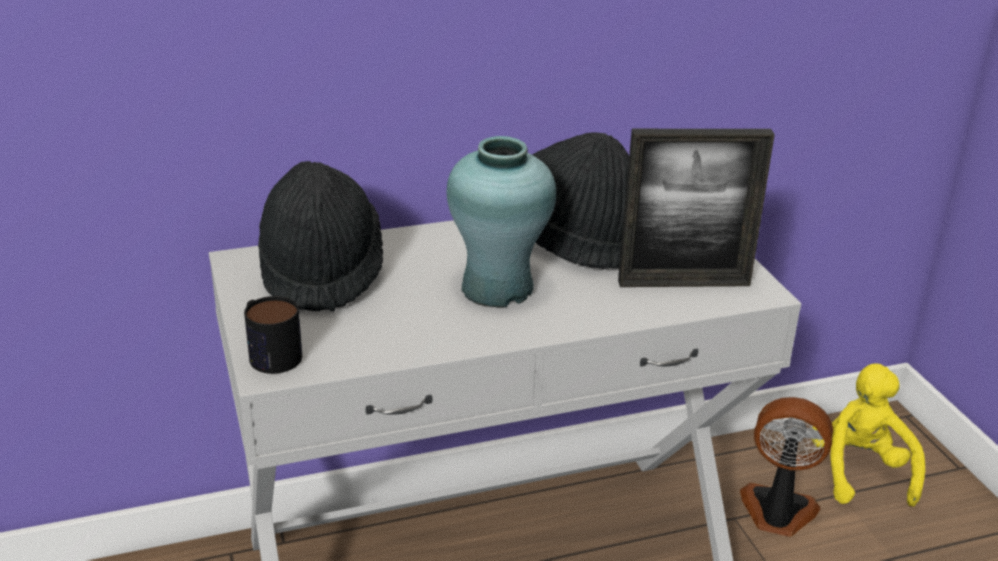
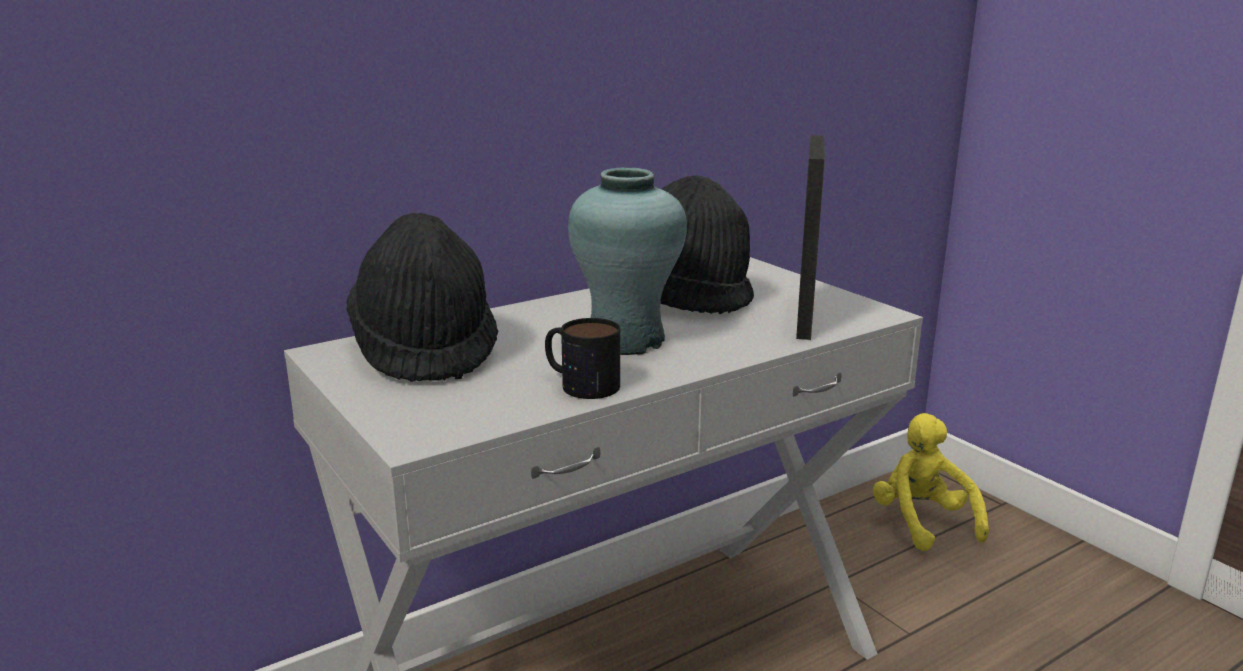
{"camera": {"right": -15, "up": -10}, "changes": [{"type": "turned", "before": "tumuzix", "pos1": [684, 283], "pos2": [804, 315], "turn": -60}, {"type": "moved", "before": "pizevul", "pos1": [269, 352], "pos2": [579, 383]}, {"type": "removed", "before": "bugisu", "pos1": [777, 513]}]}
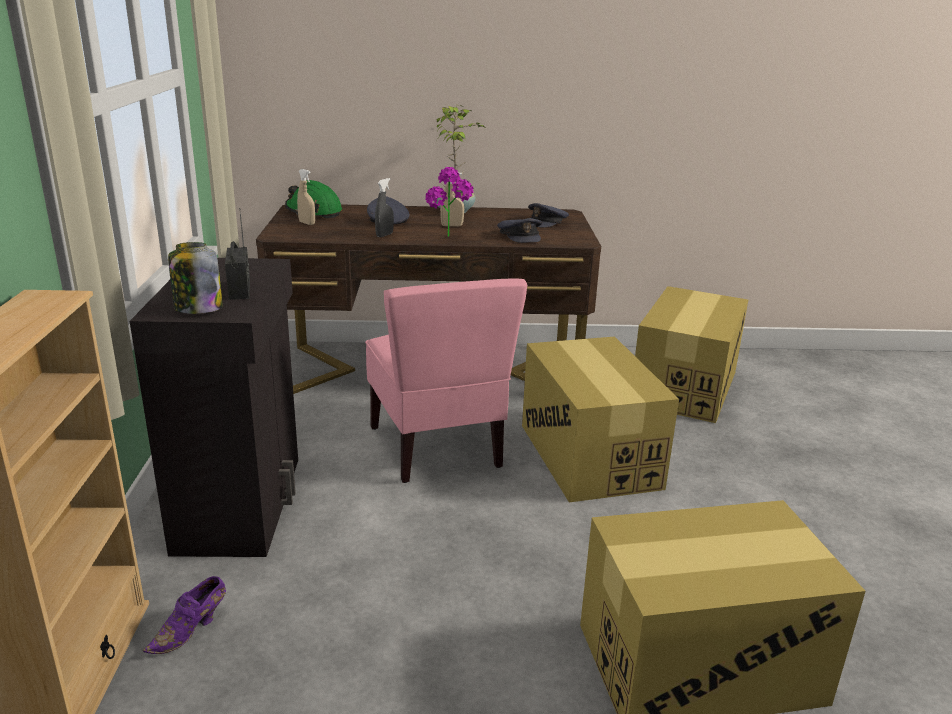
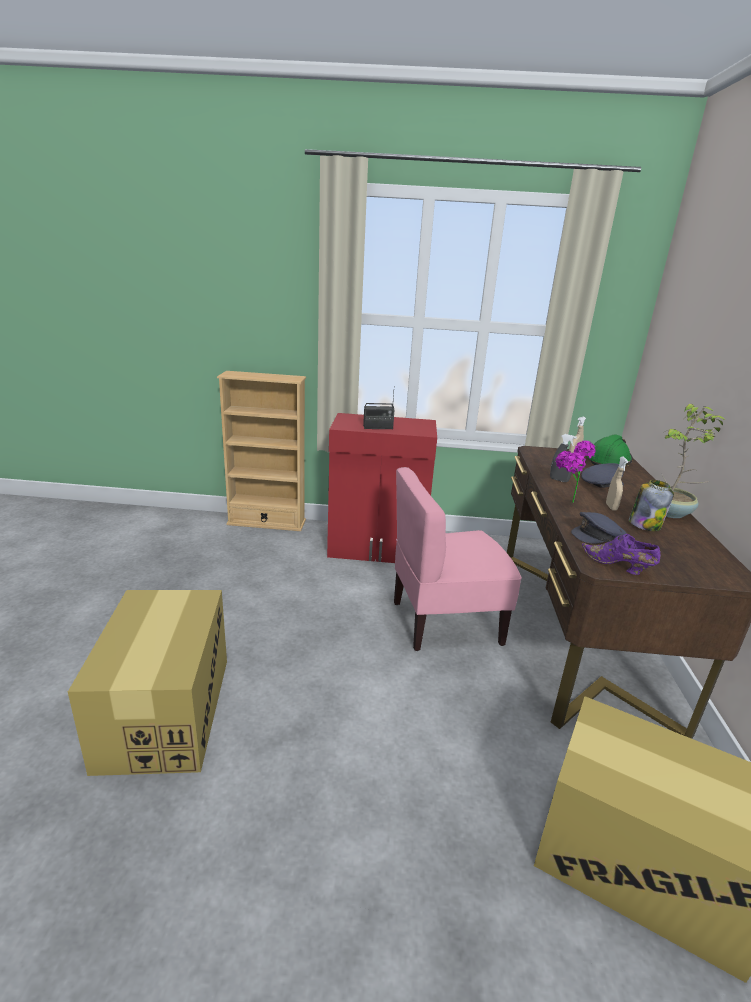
{"camera": {"right": 95, "up": 0}, "changes": [{"type": "removed", "before": "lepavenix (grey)", "pos1": [547, 222]}, {"type": "moved", "before": "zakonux", "pos1": [197, 308], "pos2": [644, 525]}, {"type": "recoloured", "before": "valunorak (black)", "after": "valunorak (red)", "pos1": [242, 502], "pos2": [377, 549]}, {"type": "removed", "before": "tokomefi", "pos1": [588, 455]}, {"type": "moved", "before": "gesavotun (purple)", "pos1": [191, 630], "pos2": [618, 566]}]}
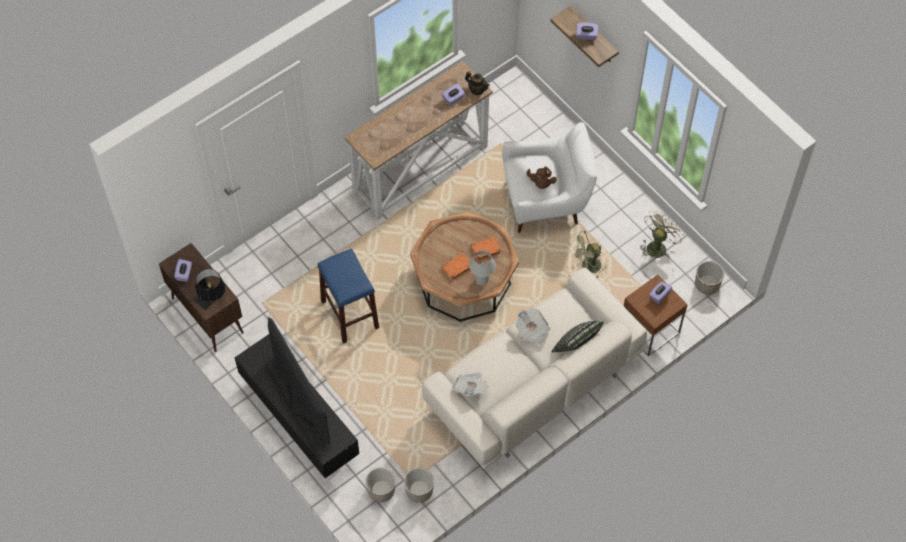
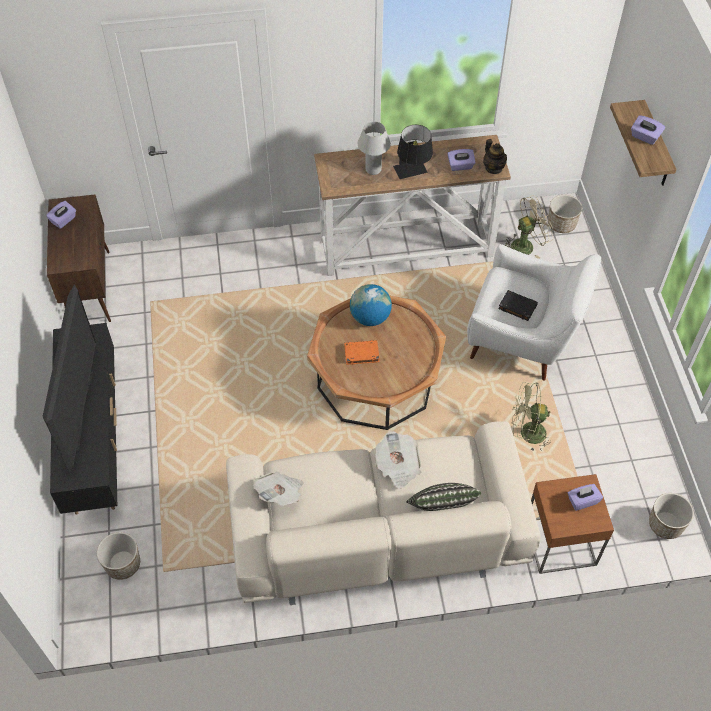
{"camera": {"right": 30, "up": -5}, "changes": [{"type": "replaced", "before": "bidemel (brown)", "after": "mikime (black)", "pos1": [541, 183], "pos2": [517, 307]}, {"type": "moved", "before": "bugisu (beige)", "pos1": [658, 245], "pos2": [526, 245]}, {"type": "removed", "before": "mikime (orange)", "pos1": [485, 249]}, {"type": "removed", "before": "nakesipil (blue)", "pos1": [350, 314]}, {"type": "moved", "before": "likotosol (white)", "pos1": [482, 280], "pos2": [373, 169]}, {"type": "moved", "before": "likotosol (black)", "pos1": [212, 300], "pos2": [412, 173]}, {"type": "moved", "before": "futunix", "pos1": [419, 491], "pos2": [561, 224]}, {"type": "added", "after": "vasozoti", "pos2": [370, 317]}]}
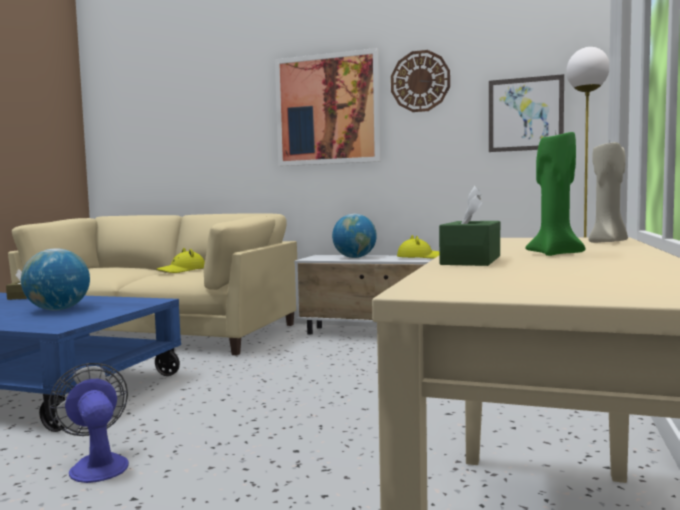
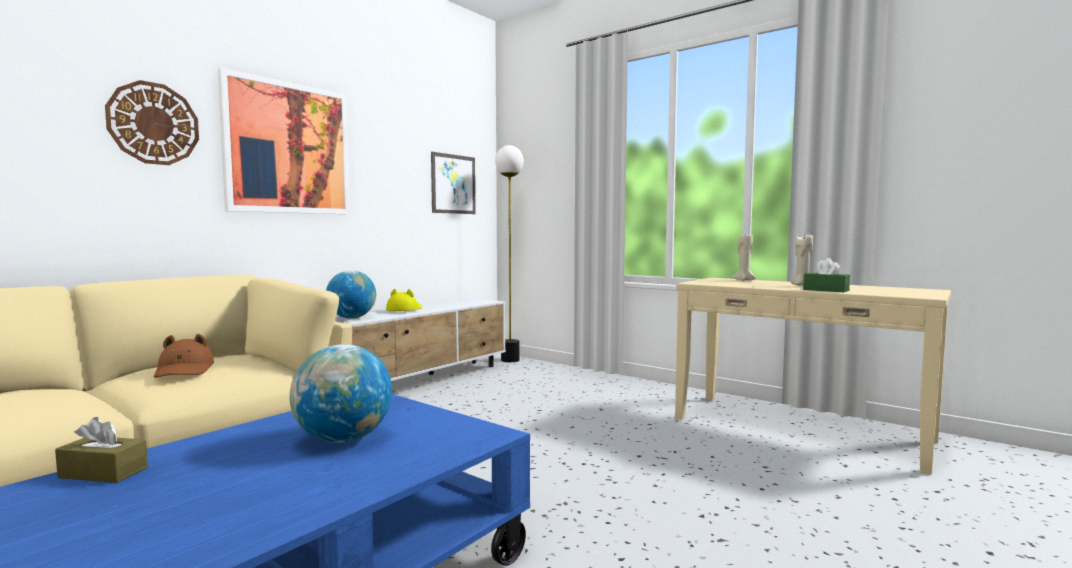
{"camera": {"right": -70, "up": 0}, "changes": [{"type": "moved", "before": "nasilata", "pos1": [420, 81], "pos2": [153, 123]}, {"type": "recoloured", "before": "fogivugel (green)", "after": "fogivugel (beige)", "pos1": [555, 254], "pos2": [801, 285]}, {"type": "recoloured", "before": "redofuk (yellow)", "after": "redofuk (brown)", "pos1": [182, 270], "pos2": [184, 370]}, {"type": "removed", "before": "bugisu", "pos1": [97, 464]}]}
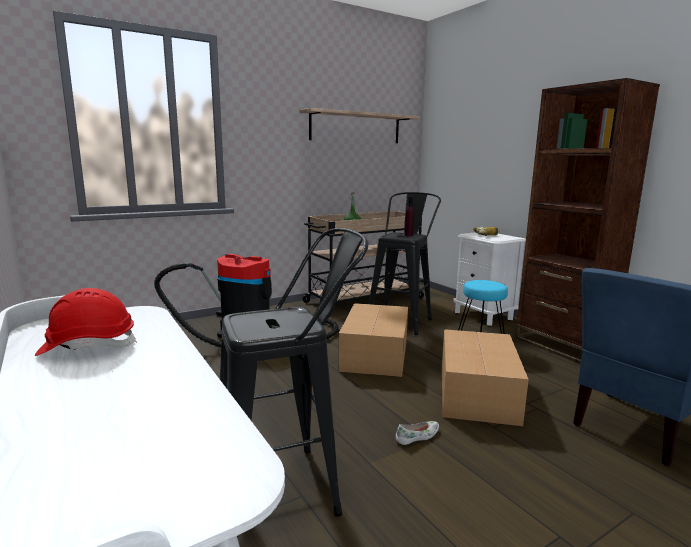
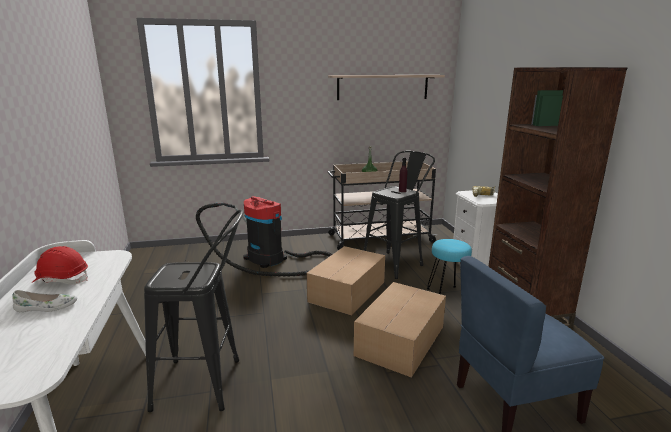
{"camera": {"right": 20, "up": 5}, "changes": [{"type": "moved", "before": "gesavotun (white)", "pos1": [418, 436], "pos2": [46, 307]}]}
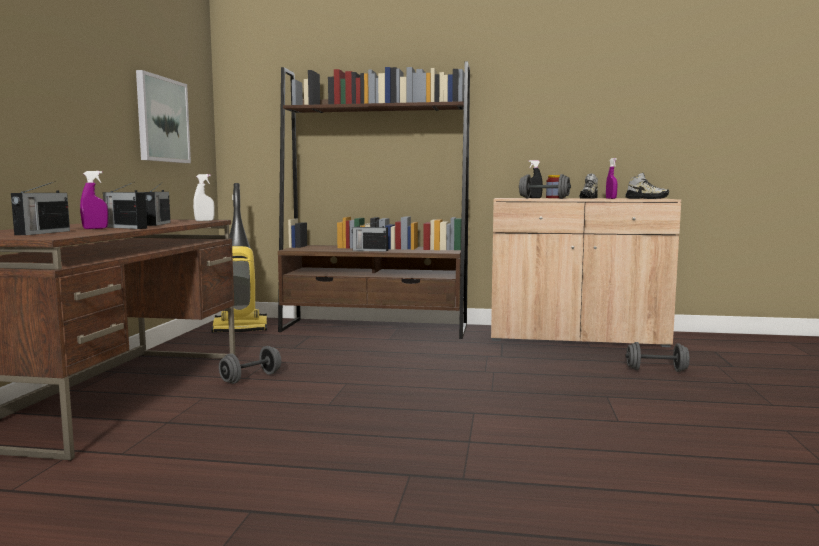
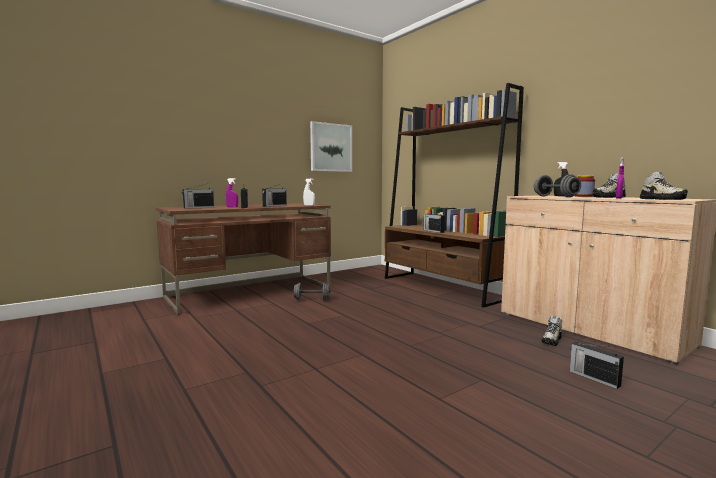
{"camera": {"right": 45, "up": 0}, "changes": [{"type": "removed", "before": "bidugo", "pos1": [241, 328]}, {"type": "replaced", "before": "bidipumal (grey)", "after": "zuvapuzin", "pos1": [656, 370], "pos2": [593, 378]}, {"type": "added", "after": "gesavotun", "pos2": [552, 340]}]}
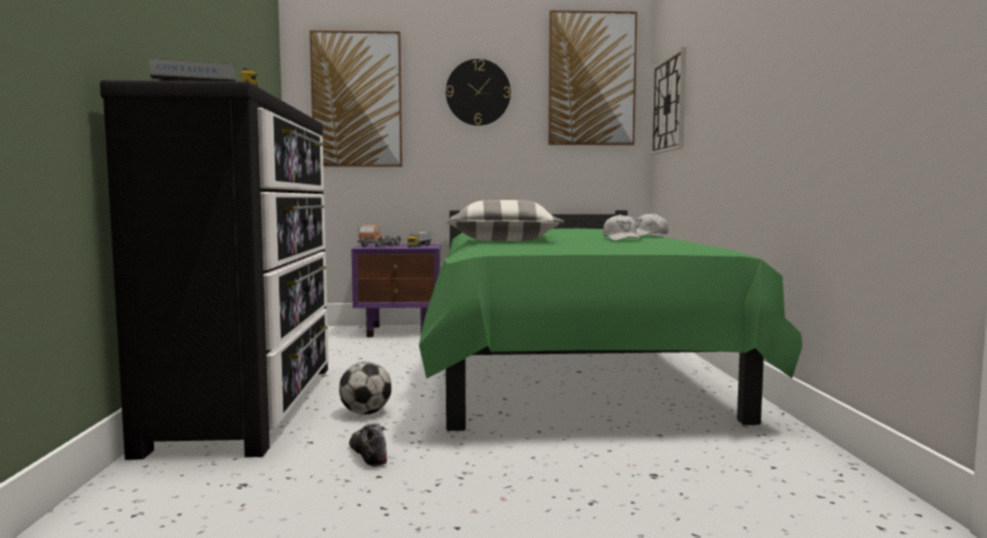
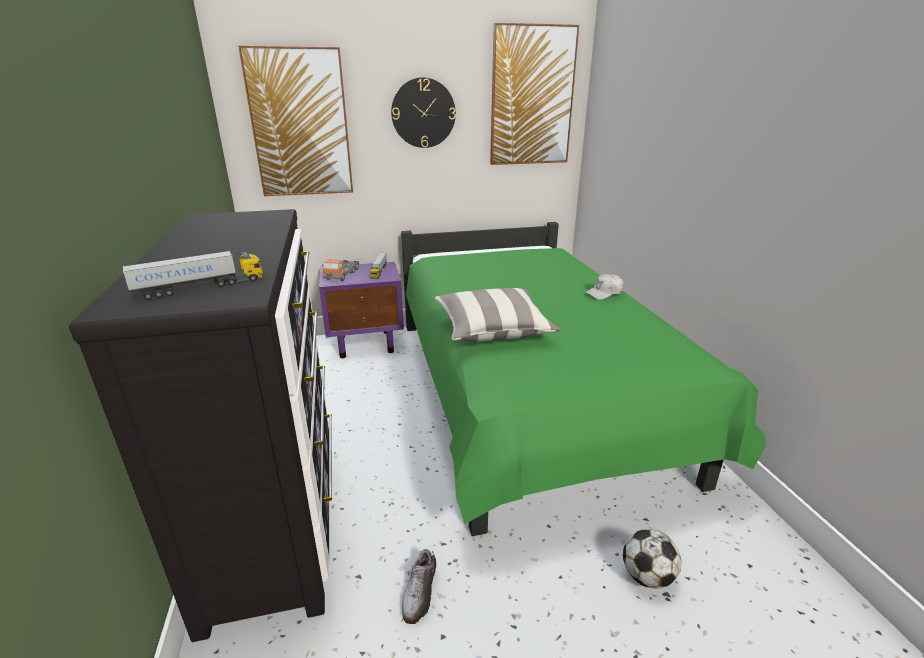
{"camera": {"right": -10, "up": 20}, "changes": [{"type": "removed", "before": "nasilata", "pos1": [669, 104]}, {"type": "removed", "before": "lepavenix (white)", "pos1": [622, 239]}, {"type": "moved", "before": "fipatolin", "pos1": [365, 413], "pos2": [647, 576]}, {"type": "turned", "before": "gesavotun", "pos1": [369, 454], "pos2": [419, 592], "turn": -135}]}
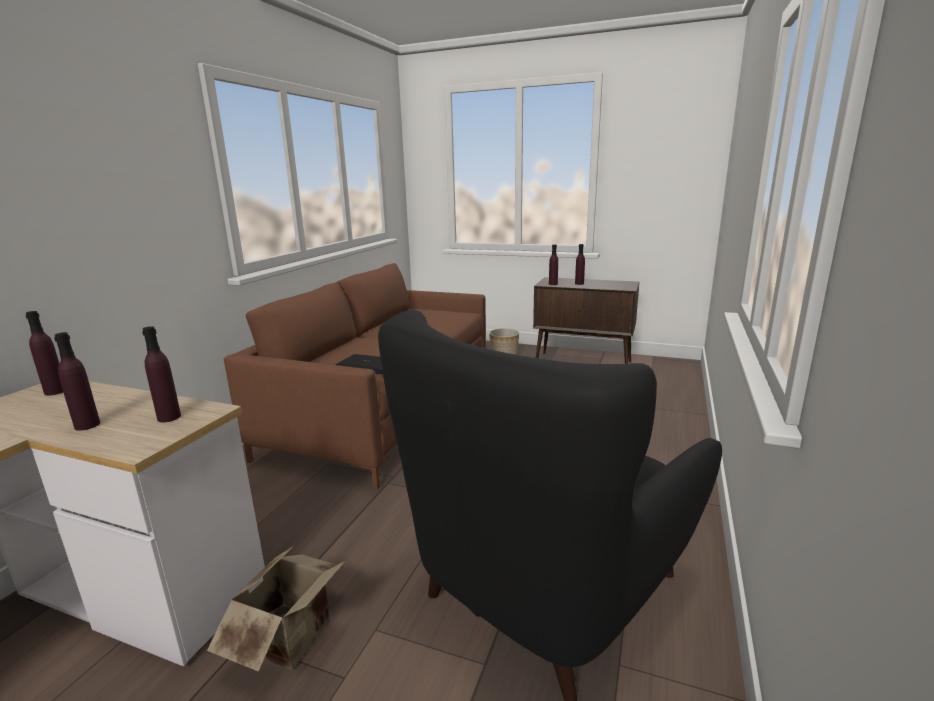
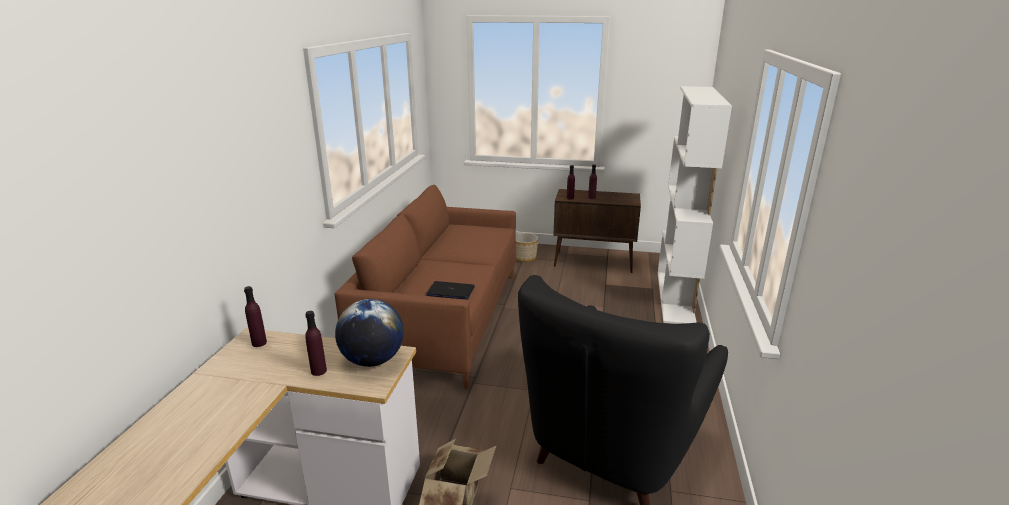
{"camera": {"right": -10, "up": 5}, "changes": [{"type": "replaced", "before": "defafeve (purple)", "after": "vasozoti", "pos1": [169, 417], "pos2": [373, 360]}, {"type": "added", "after": "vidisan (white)", "pos2": [676, 297]}]}
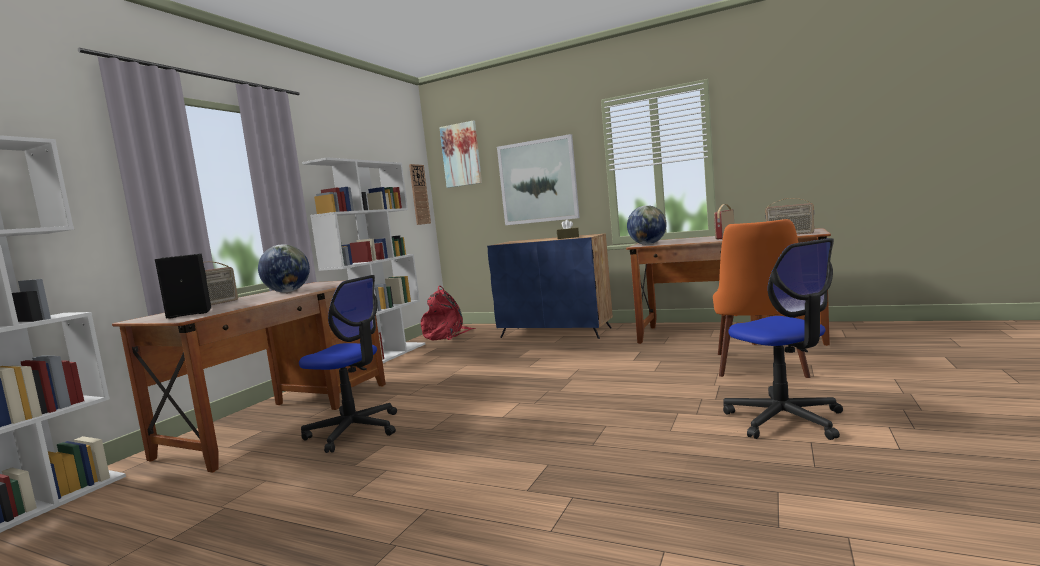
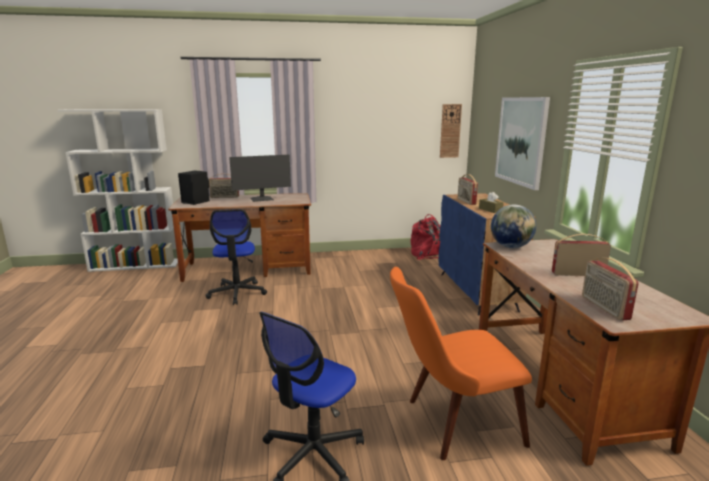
{"camera": {"right": 55, "up": 10}, "changes": [{"type": "removed", "before": "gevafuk", "pos1": [461, 155]}, {"type": "removed", "before": "vidisan (white)", "pos1": [383, 357]}, {"type": "replaced", "before": "vasozoti", "after": "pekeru", "pos1": [287, 291], "pos2": [262, 199]}, {"type": "added", "after": "zuvapuzin", "pos2": [466, 201]}]}
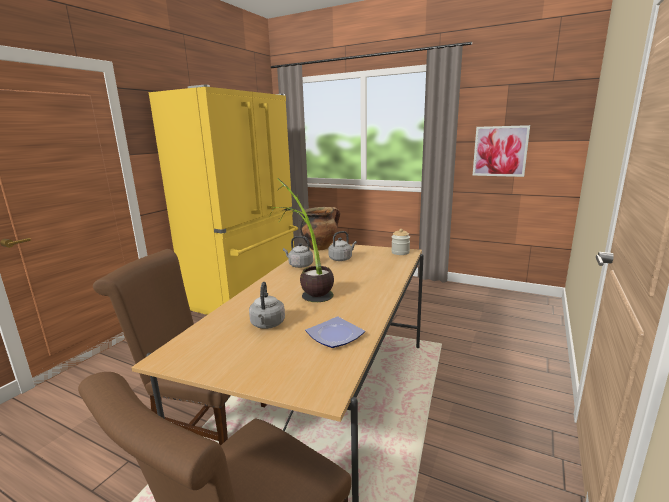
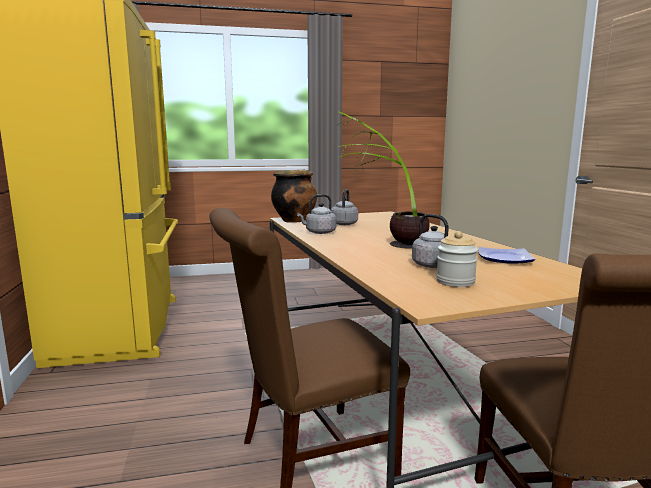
{"camera": {"right": -40, "up": -5}, "changes": [{"type": "removed", "before": "gevafuk", "pos1": [500, 151]}, {"type": "moved", "before": "zakonux", "pos1": [400, 252], "pos2": [455, 282]}]}
